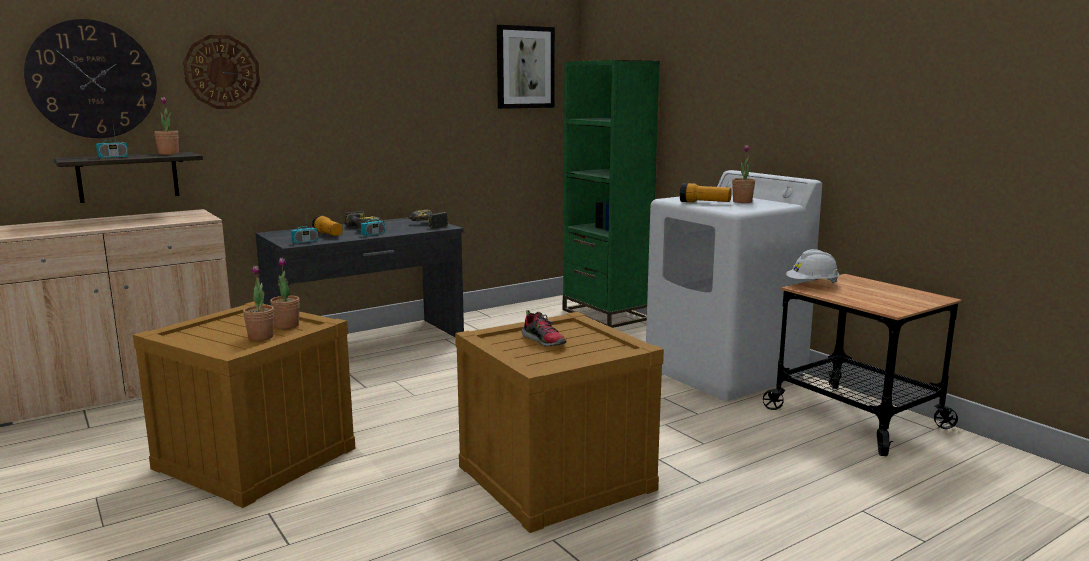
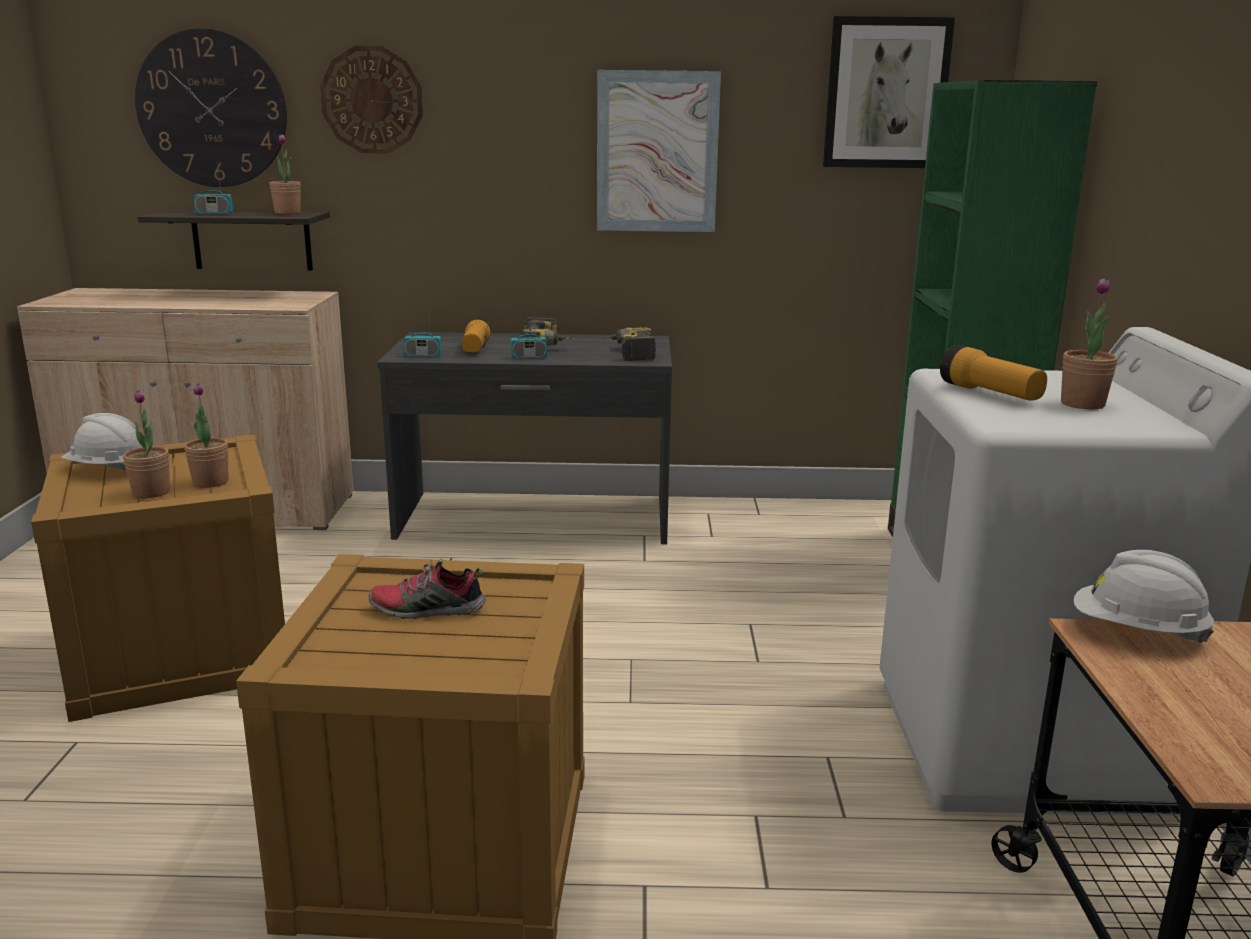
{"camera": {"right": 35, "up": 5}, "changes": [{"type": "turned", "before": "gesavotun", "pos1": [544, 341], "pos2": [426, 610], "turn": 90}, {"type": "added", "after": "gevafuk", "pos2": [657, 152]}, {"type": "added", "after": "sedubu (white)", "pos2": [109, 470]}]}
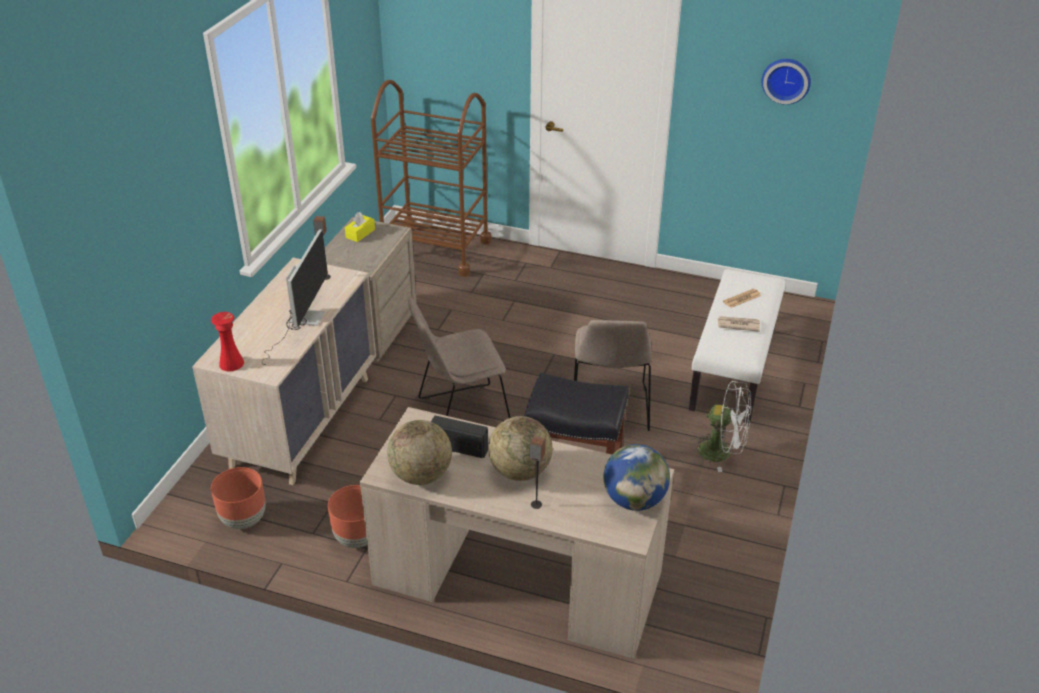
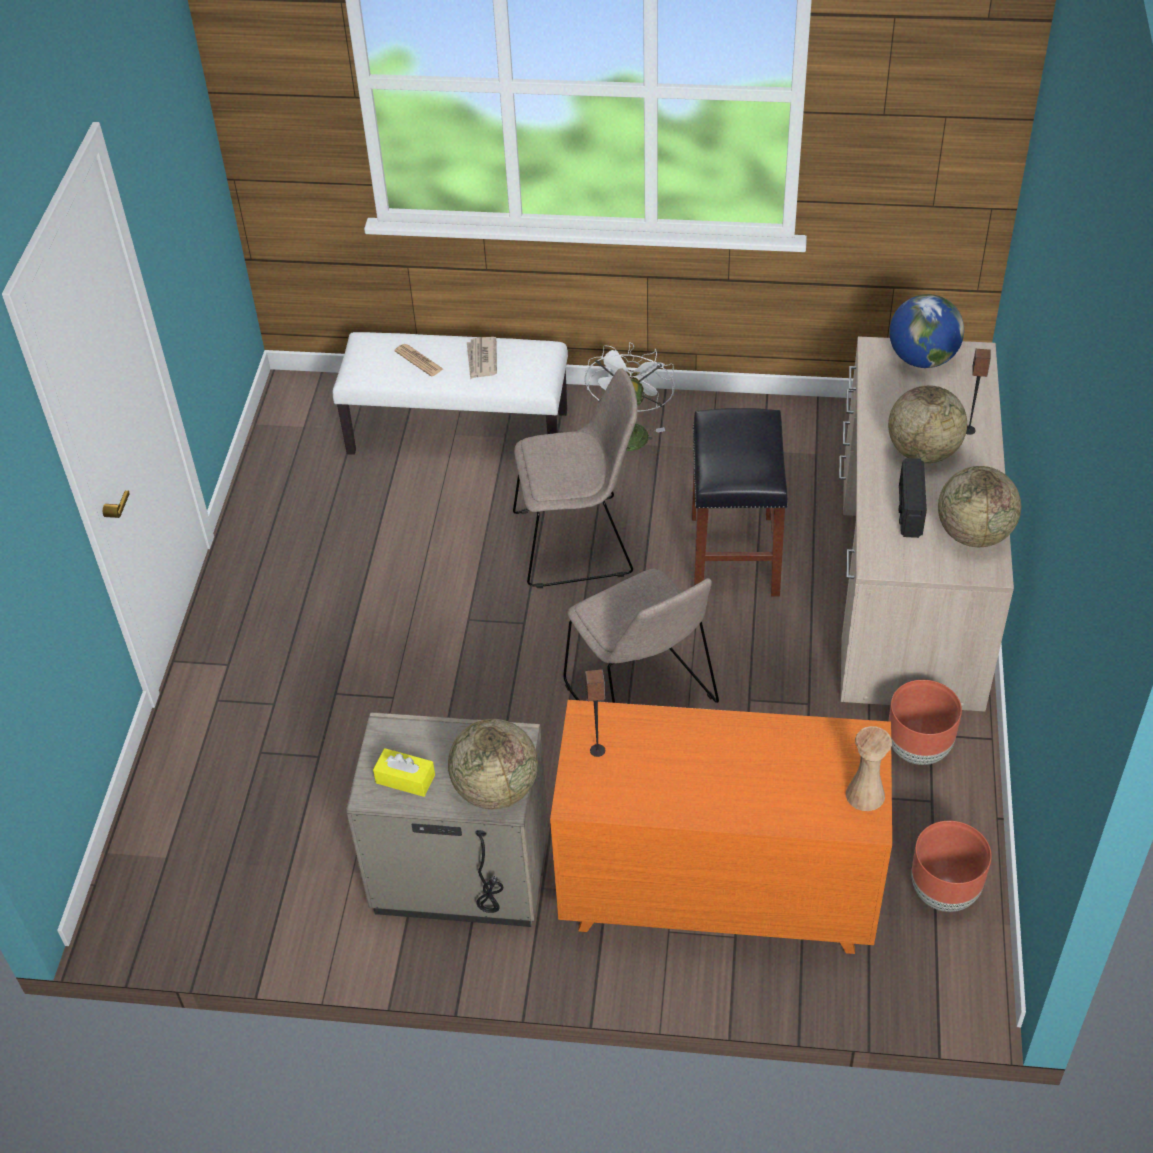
{"camera": {"right": -100, "up": 10}, "changes": [{"type": "removed", "before": "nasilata", "pos1": [786, 80]}, {"type": "removed", "before": "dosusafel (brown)", "pos1": [436, 249]}, {"type": "removed", "before": "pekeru", "pos1": [301, 323]}, {"type": "recoloured", "before": "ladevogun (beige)", "after": "ladevogun (orange)", "pos1": [302, 420], "pos2": [716, 894]}, {"type": "recoloured", "before": "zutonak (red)", "after": "zutonak (beige)", "pos1": [231, 363], "pos2": [865, 794]}, {"type": "added", "after": "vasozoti", "pos2": [496, 789]}]}
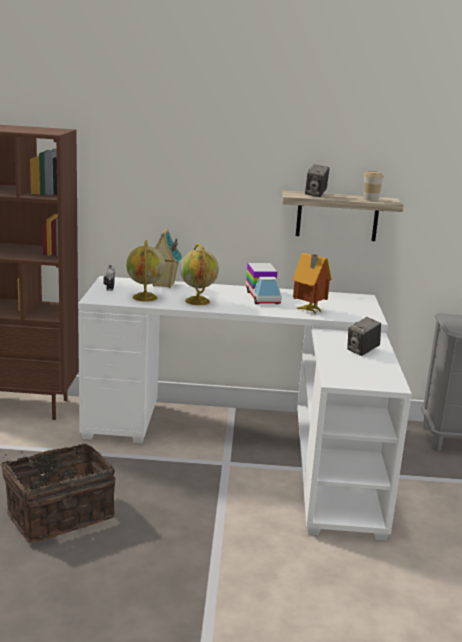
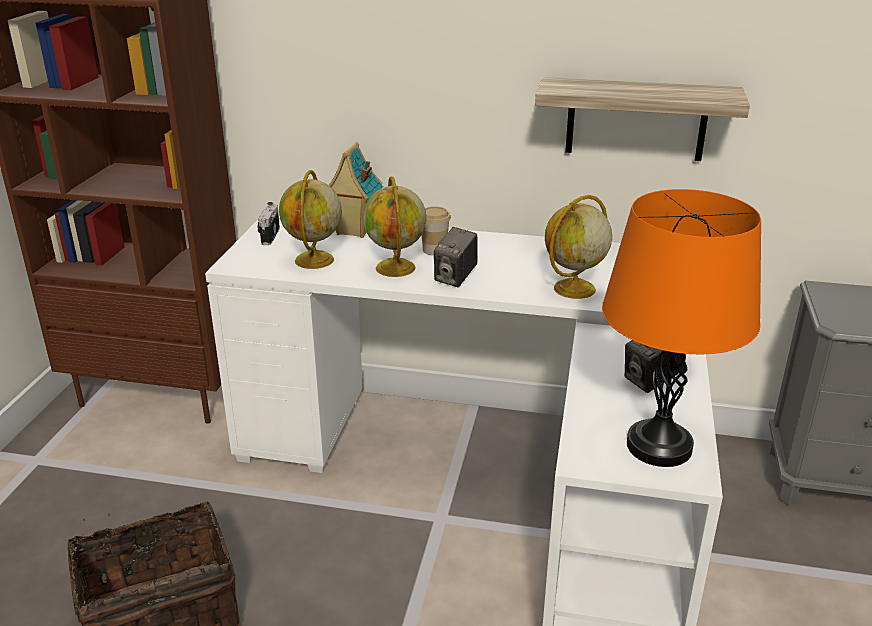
{"camera": {"right": 10, "up": 10}, "changes": [{"type": "moved", "before": "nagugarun", "pos1": [315, 195], "pos2": [455, 278]}, {"type": "moved", "before": "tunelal", "pos1": [370, 199], "pos2": [434, 250]}, {"type": "replaced", "before": "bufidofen", "after": "vasozoti", "pos1": [308, 311], "pos2": [573, 289]}, {"type": "removed", "before": "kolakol", "pos1": [262, 297]}, {"type": "added", "after": "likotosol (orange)", "pos2": [659, 446]}]}
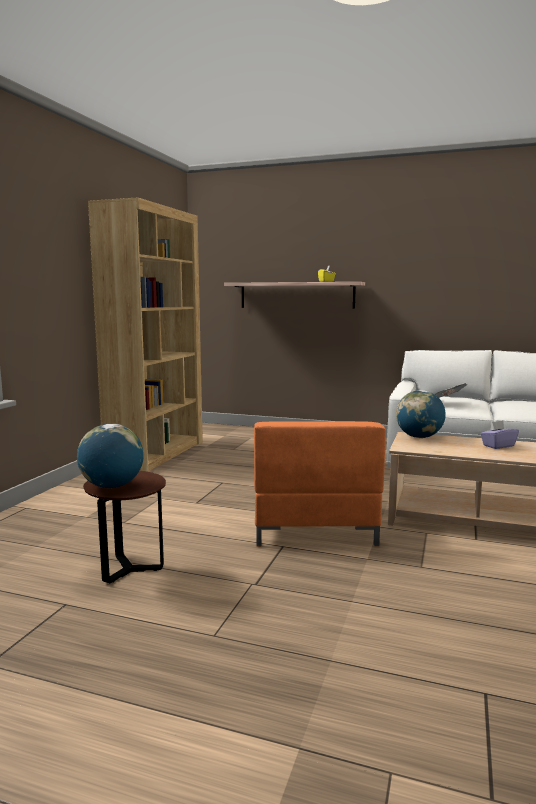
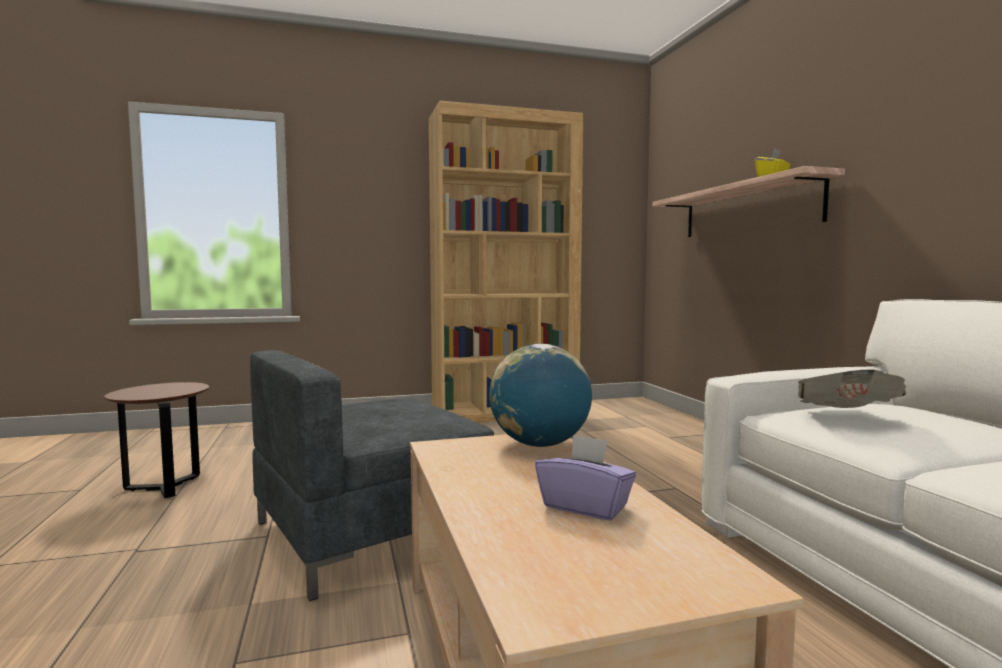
{"camera": {"right": 55, "up": -5}, "changes": [{"type": "recoloured", "before": "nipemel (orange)", "after": "nipemel (grey)", "pos1": [313, 522], "pos2": [372, 532]}, {"type": "removed", "before": "vasozoti", "pos1": [112, 486]}]}
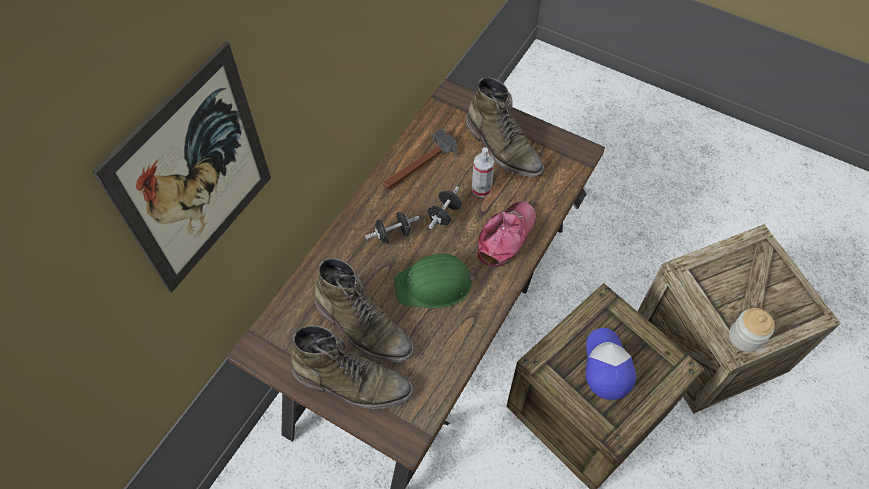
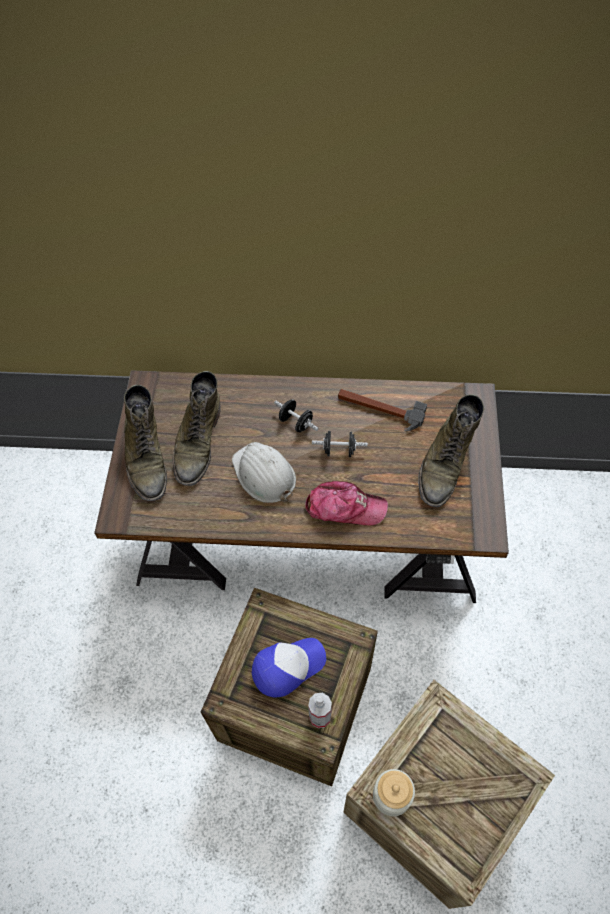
{"camera": {"right": 65, "up": 0}, "changes": [{"type": "removed", "before": "gevafuk", "pos1": [195, 174]}, {"type": "moved", "before": "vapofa", "pos1": [481, 189], "pos2": [320, 716]}, {"type": "recoloured", "before": "sedubu (green)", "after": "sedubu (white)", "pos1": [434, 285], "pos2": [264, 474]}]}
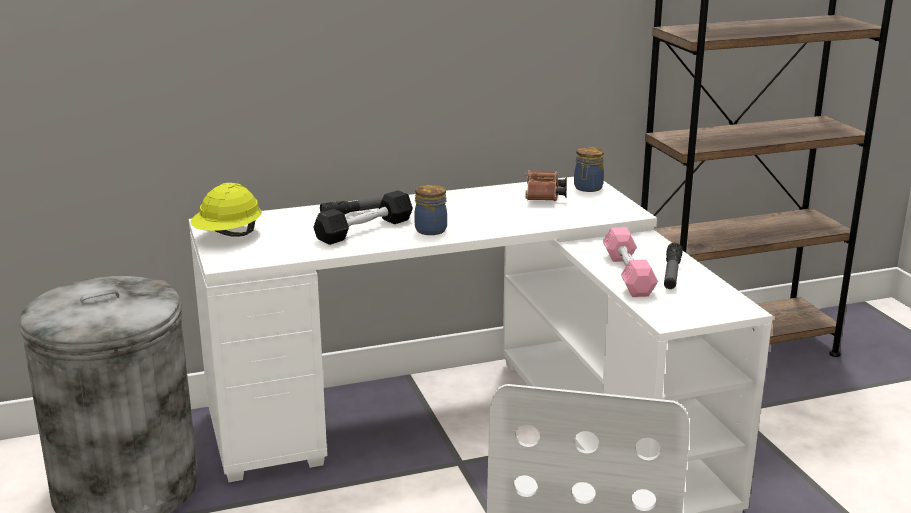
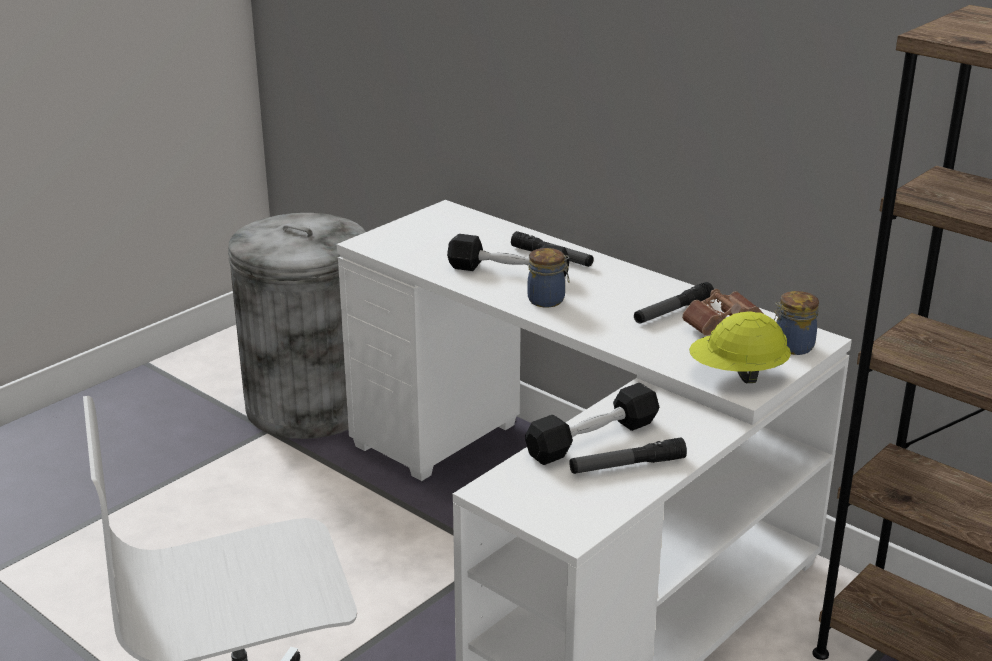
{"camera": {"right": 60, "up": 5}, "changes": [{"type": "moved", "before": "sedubu (yellow)", "pos1": [228, 236], "pos2": [737, 375]}, {"type": "recoloured", "before": "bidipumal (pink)", "after": "bidipumal (black)", "pos1": [628, 274], "pos2": [592, 439]}, {"type": "added", "after": "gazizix", "pos2": [673, 311]}]}
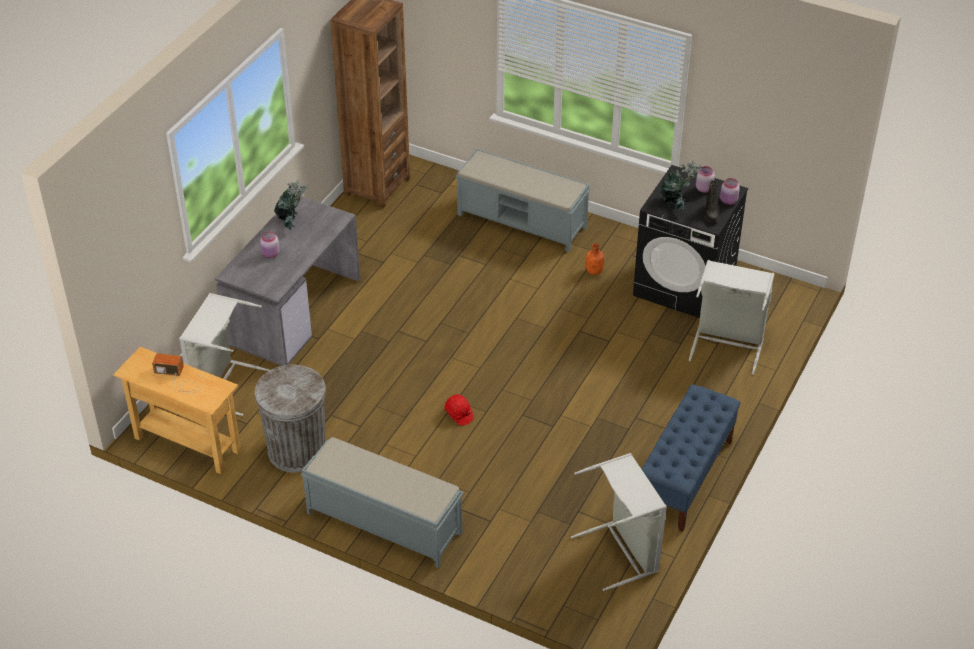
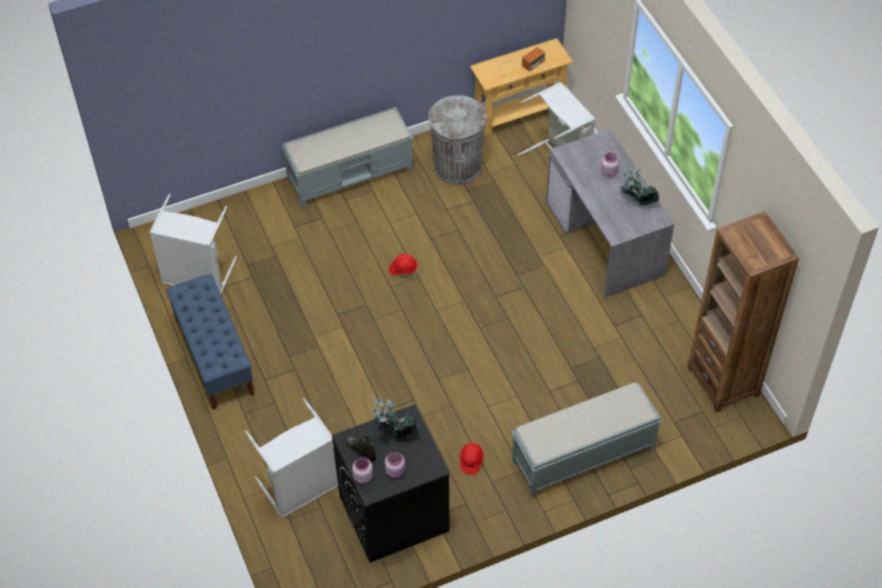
{"camera": {"right": 130, "up": 10}, "changes": [{"type": "replaced", "before": "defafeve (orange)", "after": "sedubu (red)", "pos1": [594, 271], "pos2": [471, 461]}]}
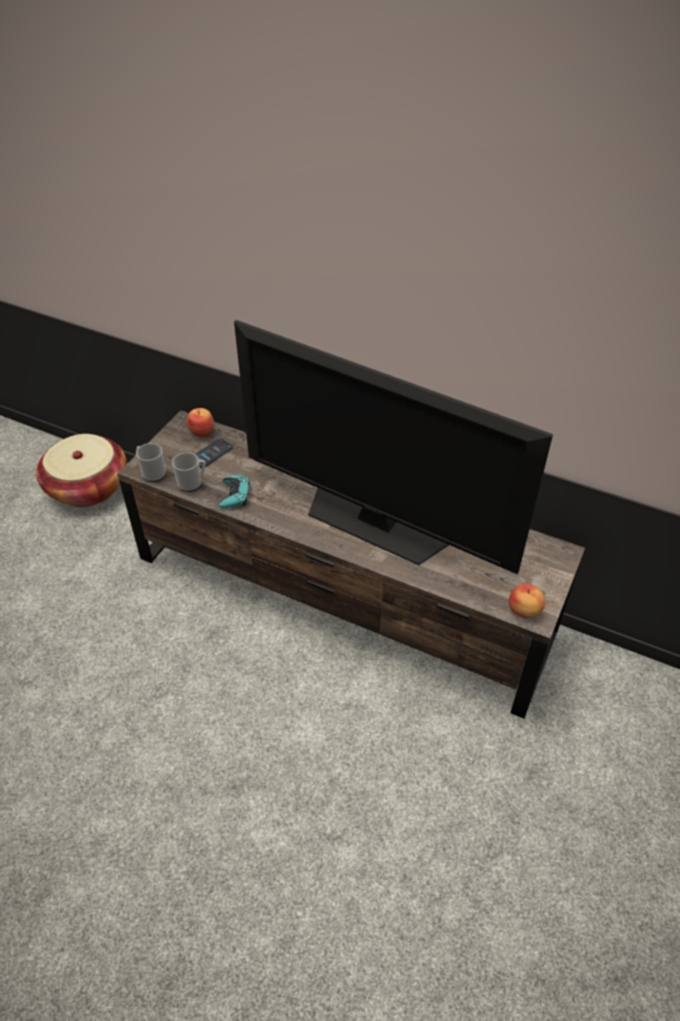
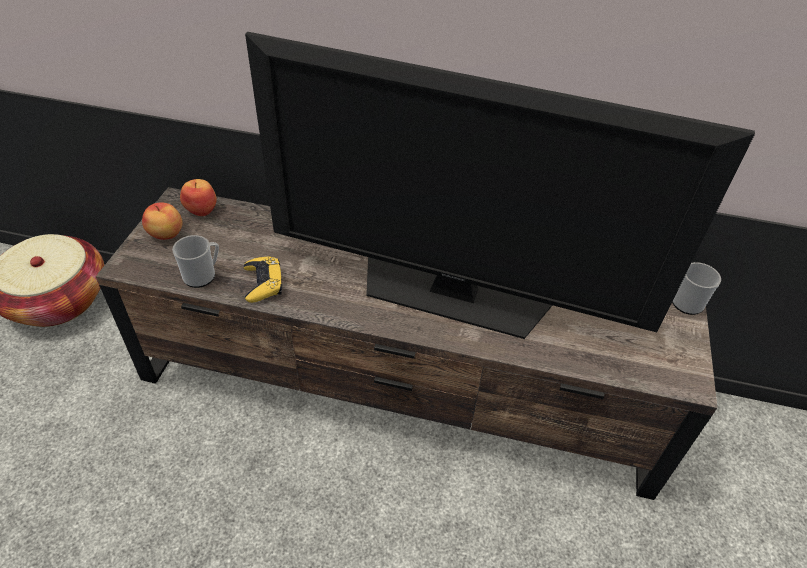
{"camera": {"right": -15, "up": 0}, "changes": [{"type": "removed", "before": "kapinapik", "pos1": [211, 454]}, {"type": "moved", "before": "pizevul", "pos1": [152, 472], "pos2": [683, 302]}, {"type": "recoloured", "before": "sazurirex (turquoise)", "after": "sazurirex (yellow)", "pos1": [234, 495], "pos2": [263, 283]}, {"type": "moved", "before": "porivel", "pos1": [524, 611], "pos2": [166, 234]}]}
